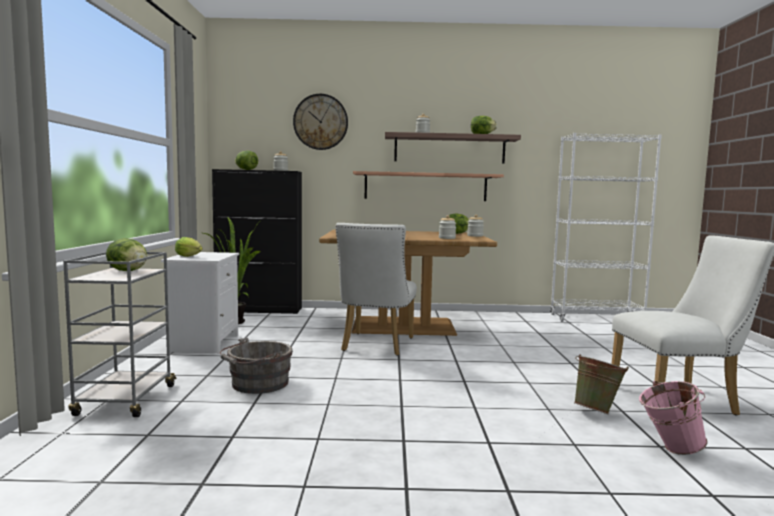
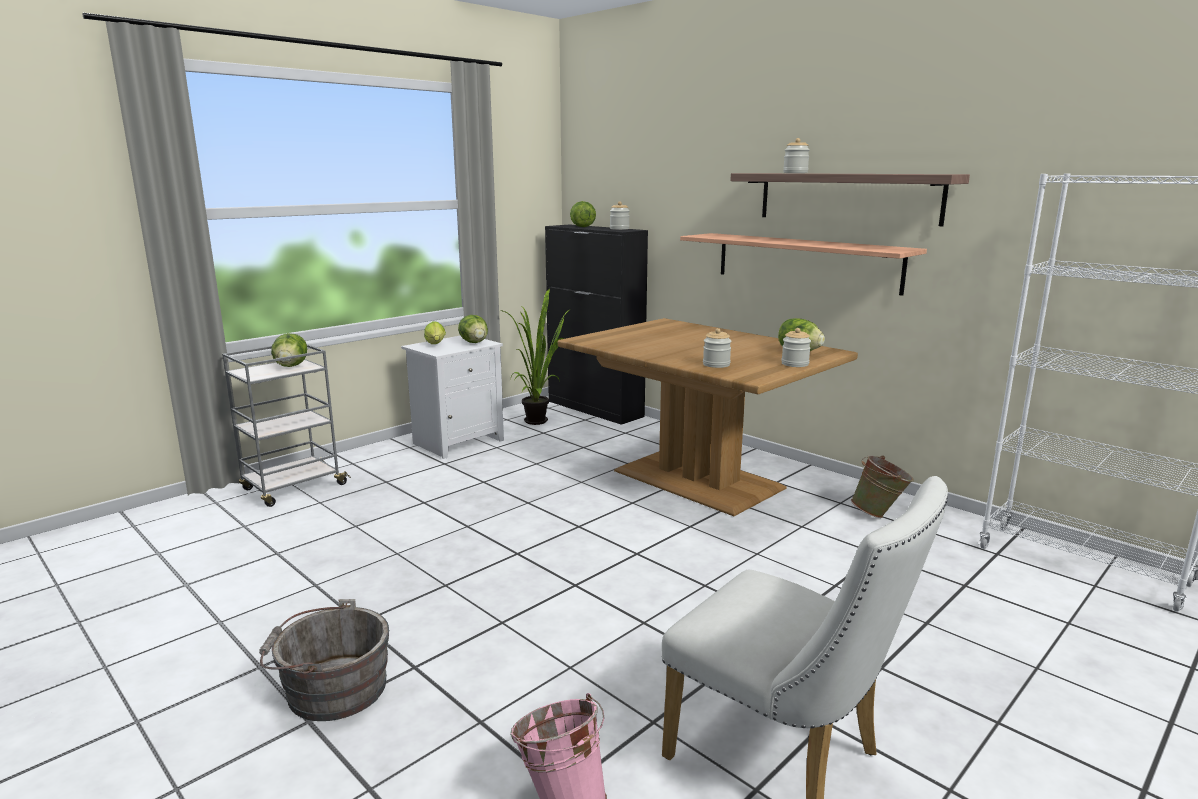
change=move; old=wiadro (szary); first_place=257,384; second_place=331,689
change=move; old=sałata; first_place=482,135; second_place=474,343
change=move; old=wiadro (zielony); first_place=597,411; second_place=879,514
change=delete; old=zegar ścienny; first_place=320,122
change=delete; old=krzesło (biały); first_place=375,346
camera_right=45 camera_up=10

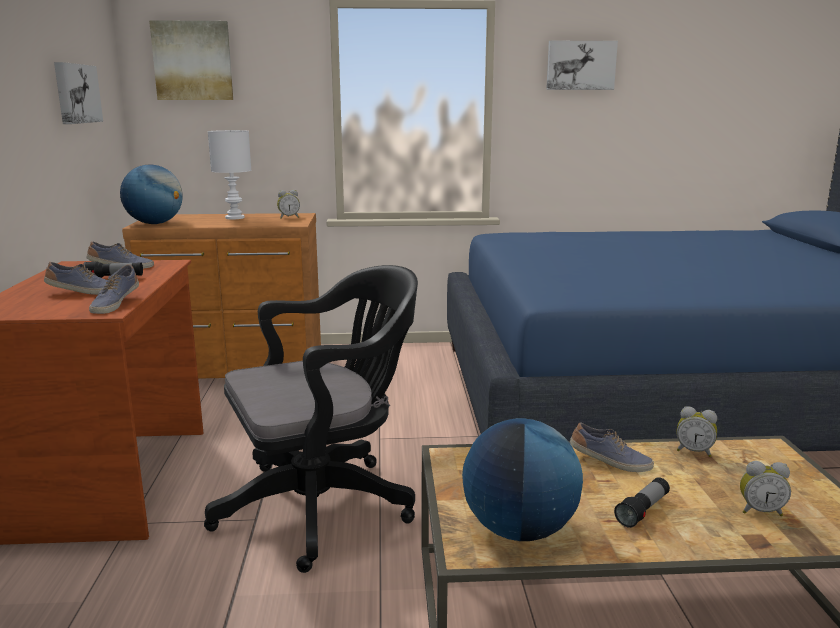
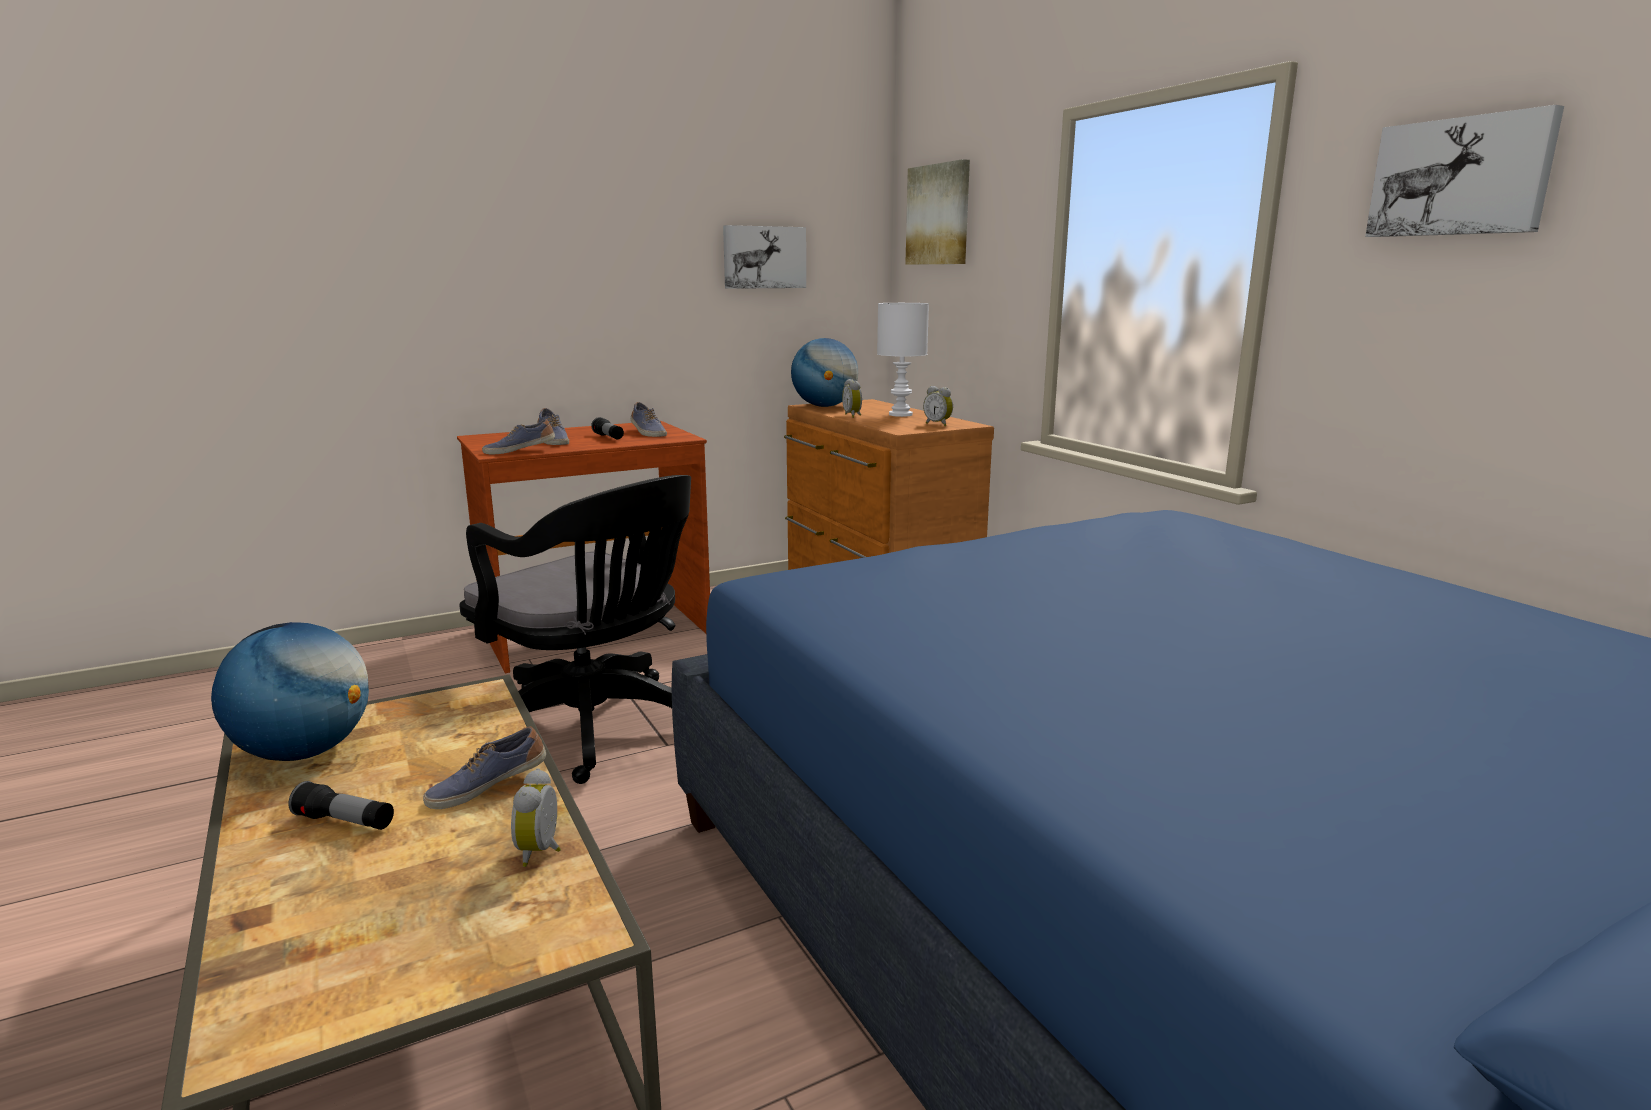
change=rotate; old=but; first_place=610,462; second_place=487,786; degrees=60
change=move; old=budzik; first_place=760,511; second_place=853,416
camera_right=65 camera_up=0

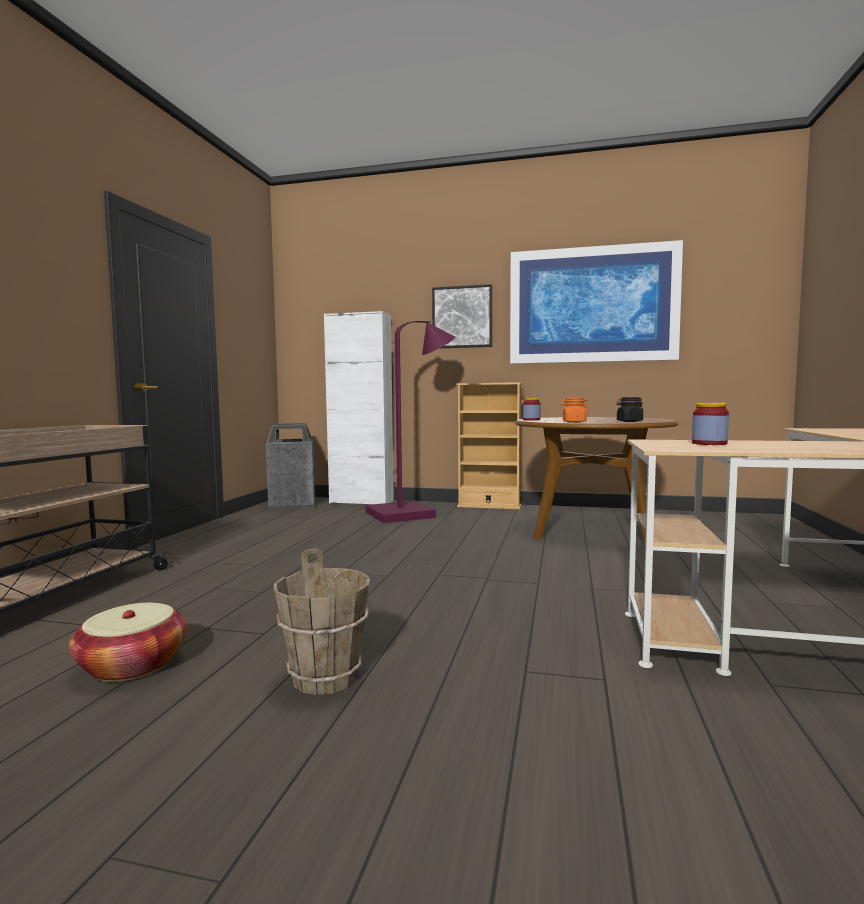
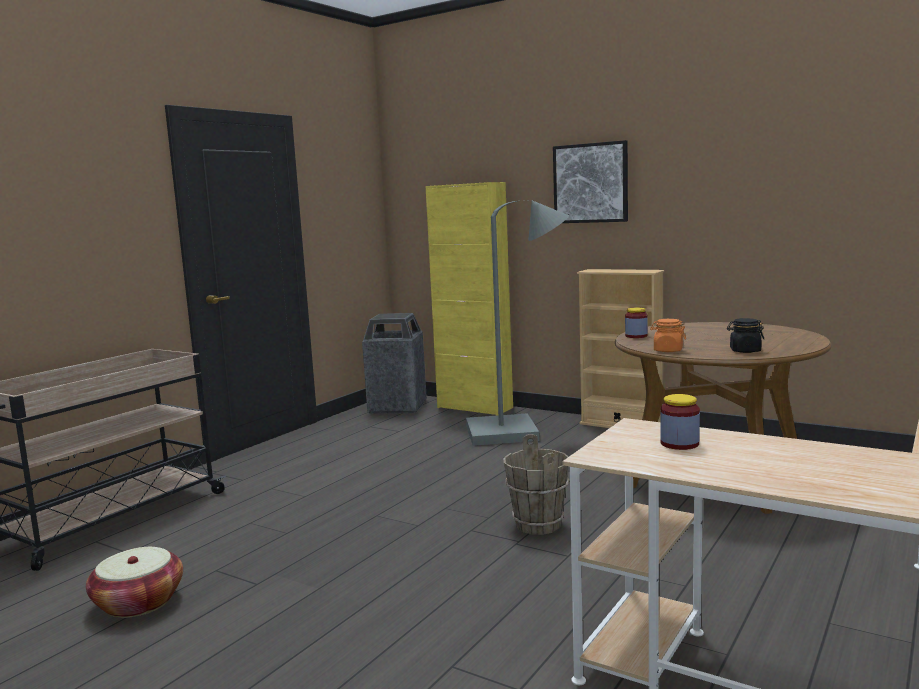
change=recolor; old=szafka (biały); new=szafka (żółty); first_place=361,502; second_place=474,408
change=recolor; old=lampa stojąca (fioletowy); new=lampa stojąca (szary); first_place=410,514; second_place=514,432
change=move; old=wiadro (brązowy); first_place=324,678; second_place=537,525
change=delete; old=obraz; first_place=592,305
camera_right=20 camera_up=5

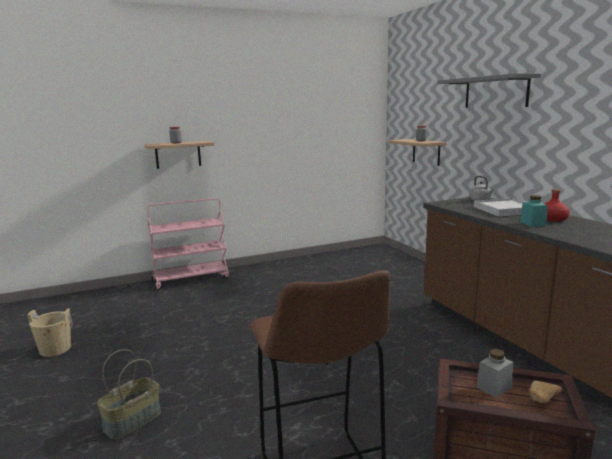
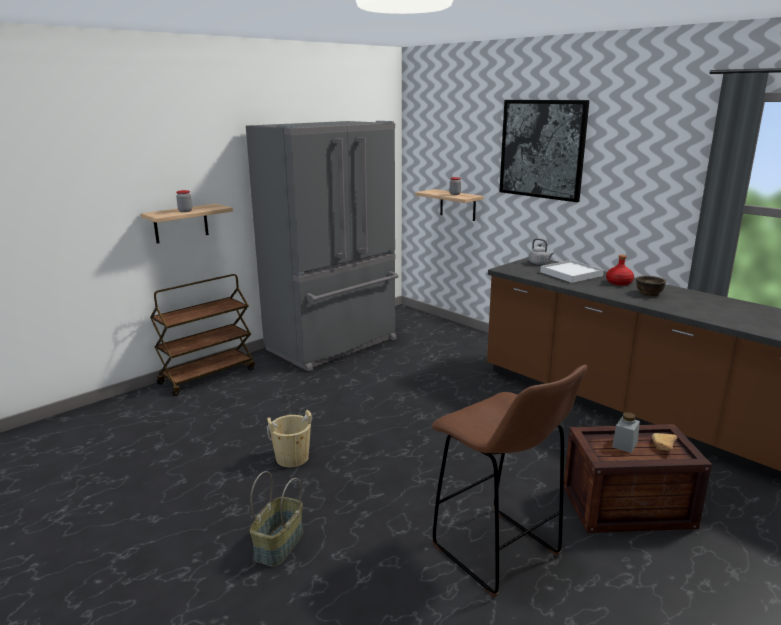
change=recolor; old=wózek (różowy); new=wózek (brązowy); first_place=191,279; second_place=207,376
change=insert; new=lodówka (szary); second_place=334,345
change=move; old=wiadro (beżowy); first_place=55,349; second_place=292,458
change=replace; old=półka (szary); new=obraz; first_place=495,92; second_place=542,149
change=insert; new=miska (brązowy); second_place=649,293
change=delete; old=słoik (turkusowy); first_place=532,224
camera_right=-20 camera_up=5

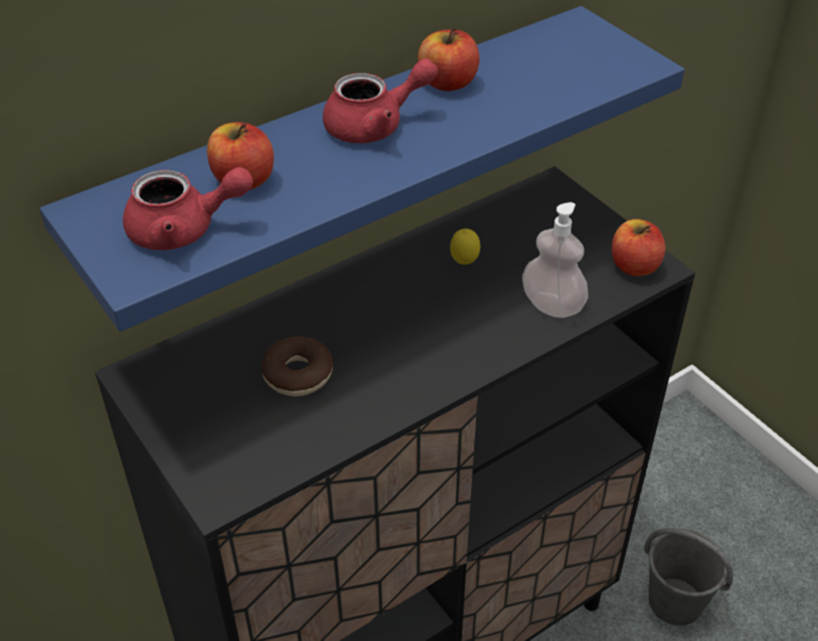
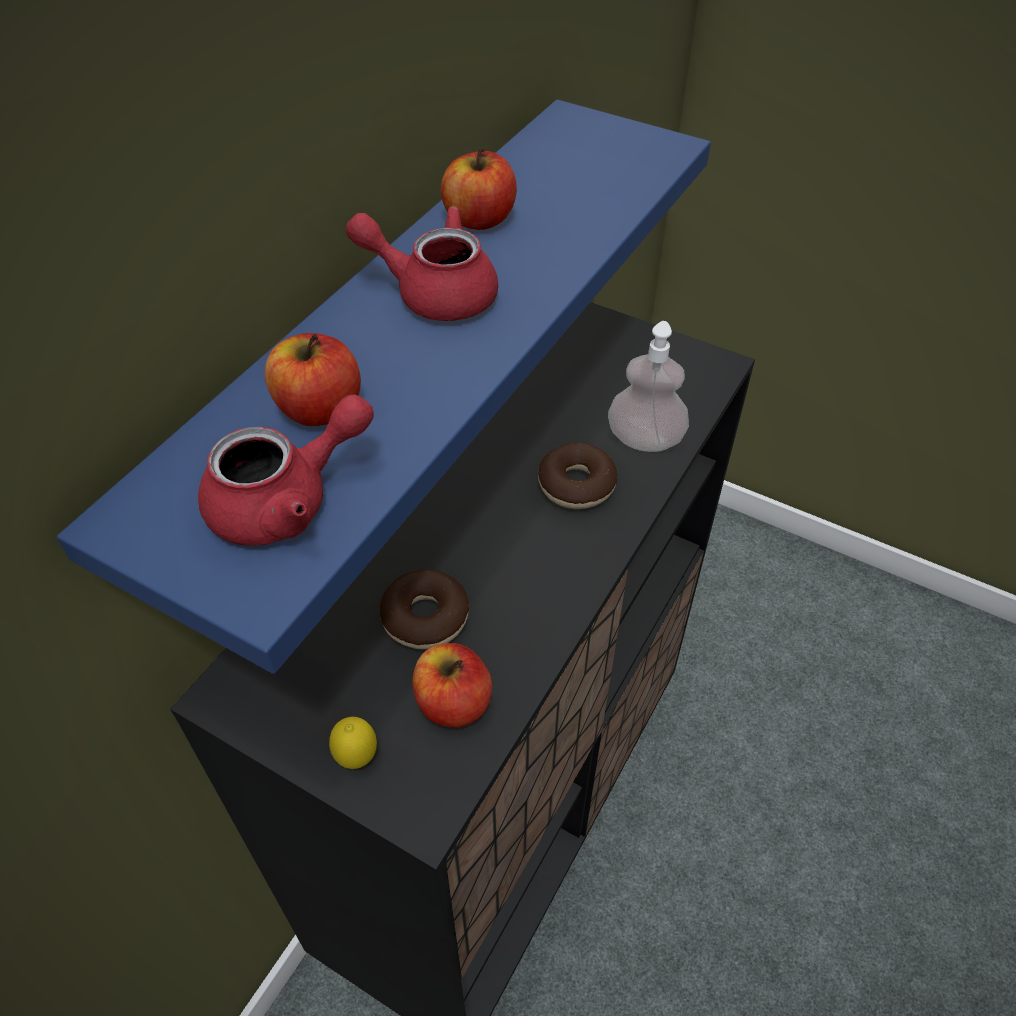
change=move; old=cytryna; first_place=464,263; second_place=357,758
change=rotate; old=imbryk (czerwony); first_place=375,125; second_place=434,292; degrees=-120
change=move; old=jabłko; first_place=634,266; second_place=453,703
change=insert; new=donut; second_place=576,485
change=delete; old=wiadro (szary); first_place=676,602
camera_right=-25 camera_up=5

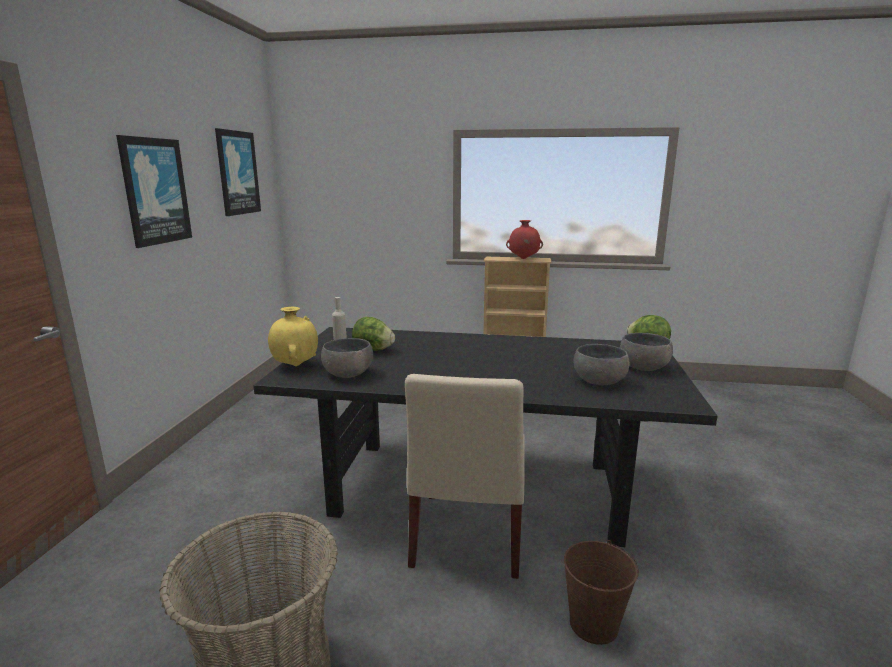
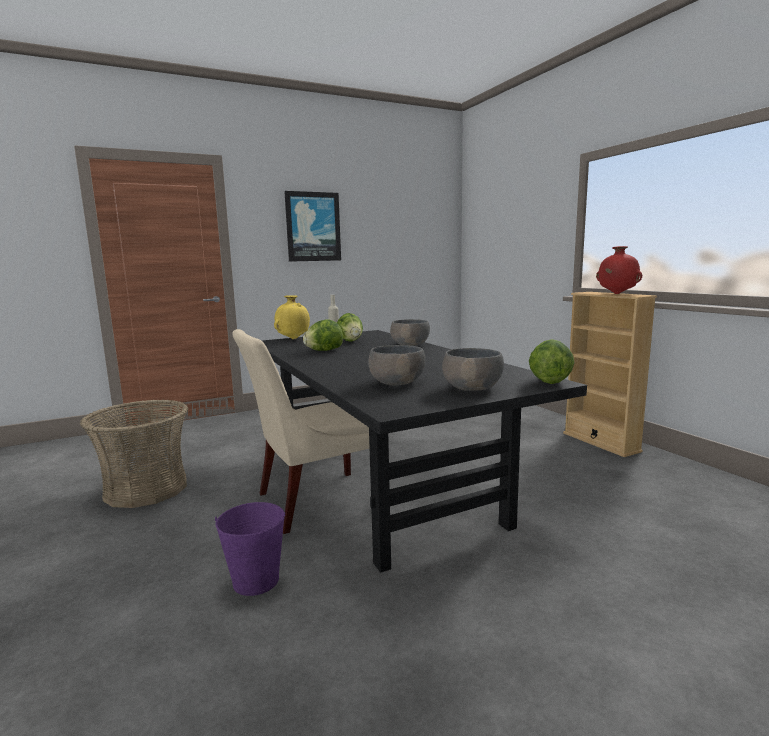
change=recolor; old=wiadro (brązowy); new=wiadro (fioletowy); first_place=593,624; second_place=256,580
change=insert; new=sałata; second_place=324,350
change=move; old=miska (szary); first_place=348,374; second_place=410,345
change=delete; old=obraz; first_place=237,173
camera_right=55 camera_up=-5

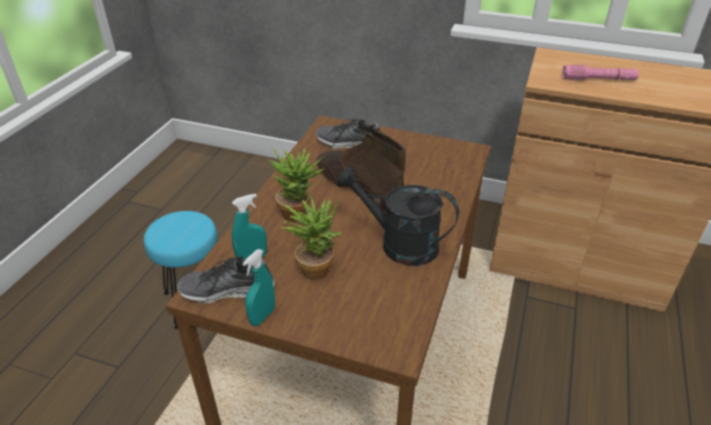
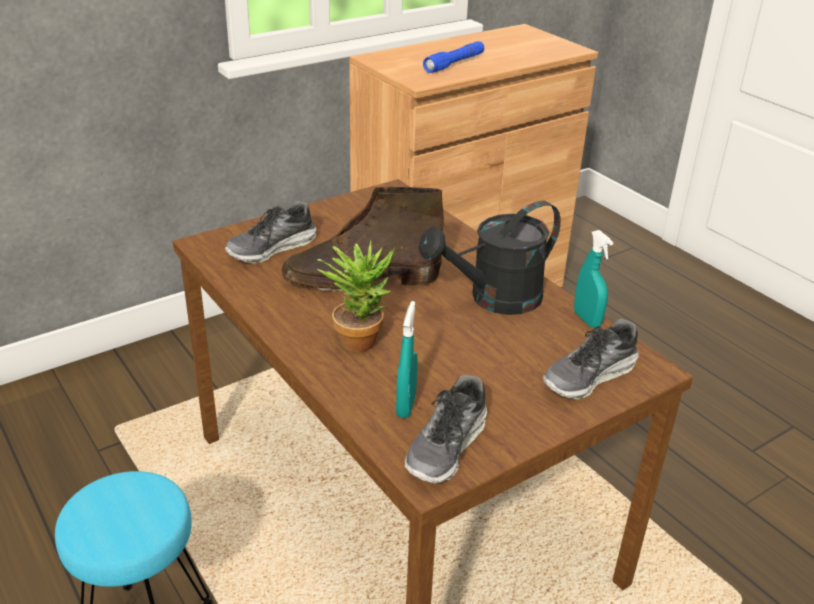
change=recolor; old=latarka (różowy); new=latarka (niebieski); first_place=598,79; second_place=454,64
change=insert; new=but; second_place=589,376
change=move; old=spryskiwacz (turkusowy); first_place=262,316; second_place=587,319
change=delete; old=roślina doniczkowa; first_place=315,266
camera_right=-55 camera_up=-5

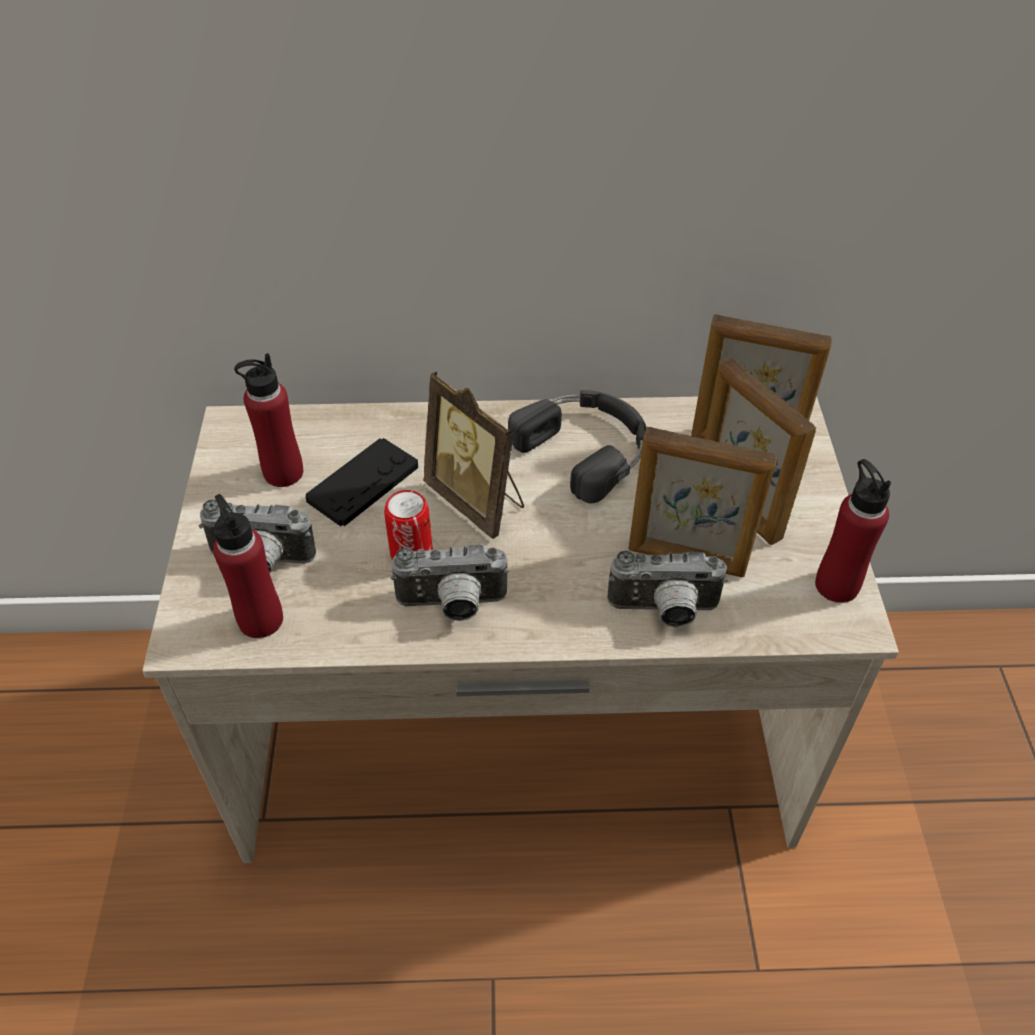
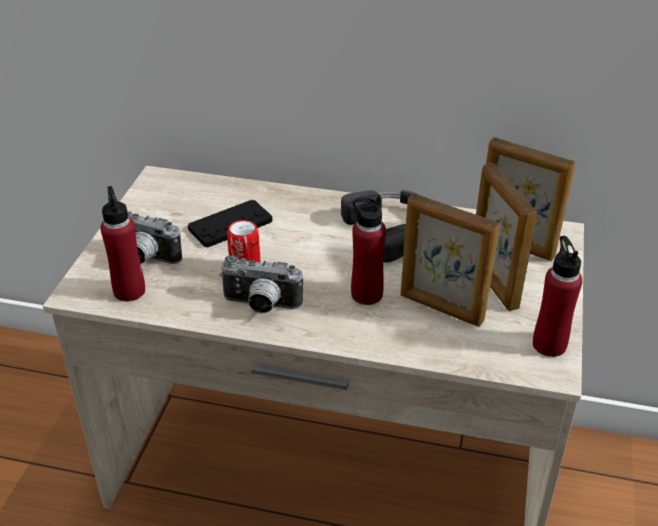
change=move; old=butelka (czerwony); first_place=283,472; second_place=366,294
change=delete; old=ramka na zdjęcie; first_place=477,500
change=delete; old=aparat fotograficzny; first_place=664,611
camera_right=15 camera_up=-10

